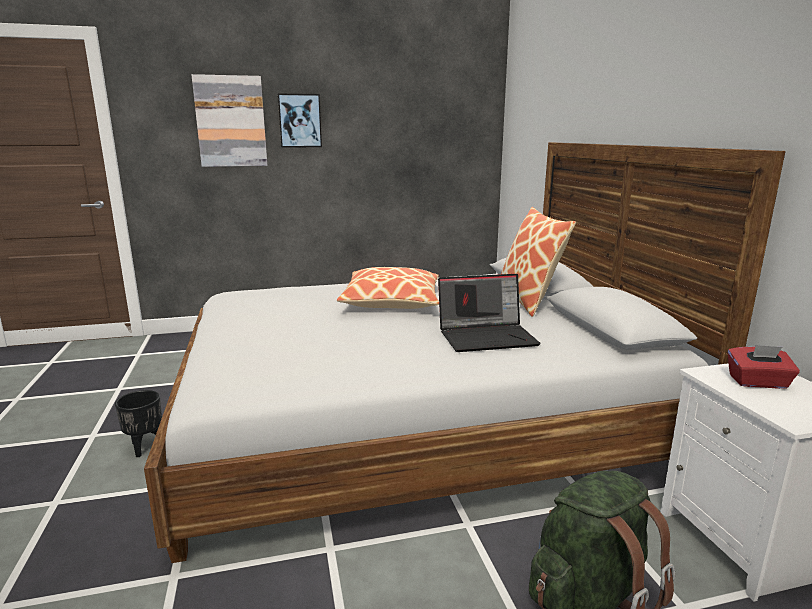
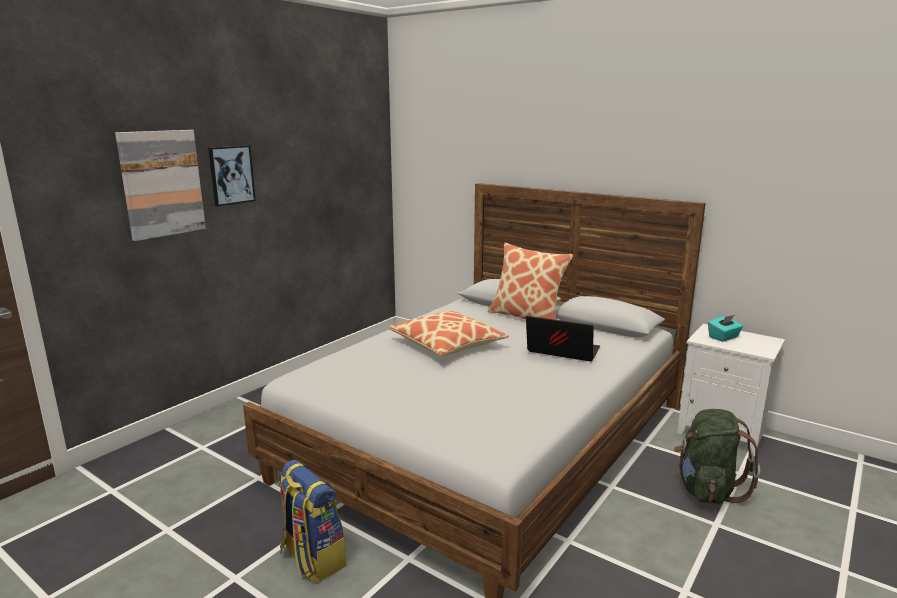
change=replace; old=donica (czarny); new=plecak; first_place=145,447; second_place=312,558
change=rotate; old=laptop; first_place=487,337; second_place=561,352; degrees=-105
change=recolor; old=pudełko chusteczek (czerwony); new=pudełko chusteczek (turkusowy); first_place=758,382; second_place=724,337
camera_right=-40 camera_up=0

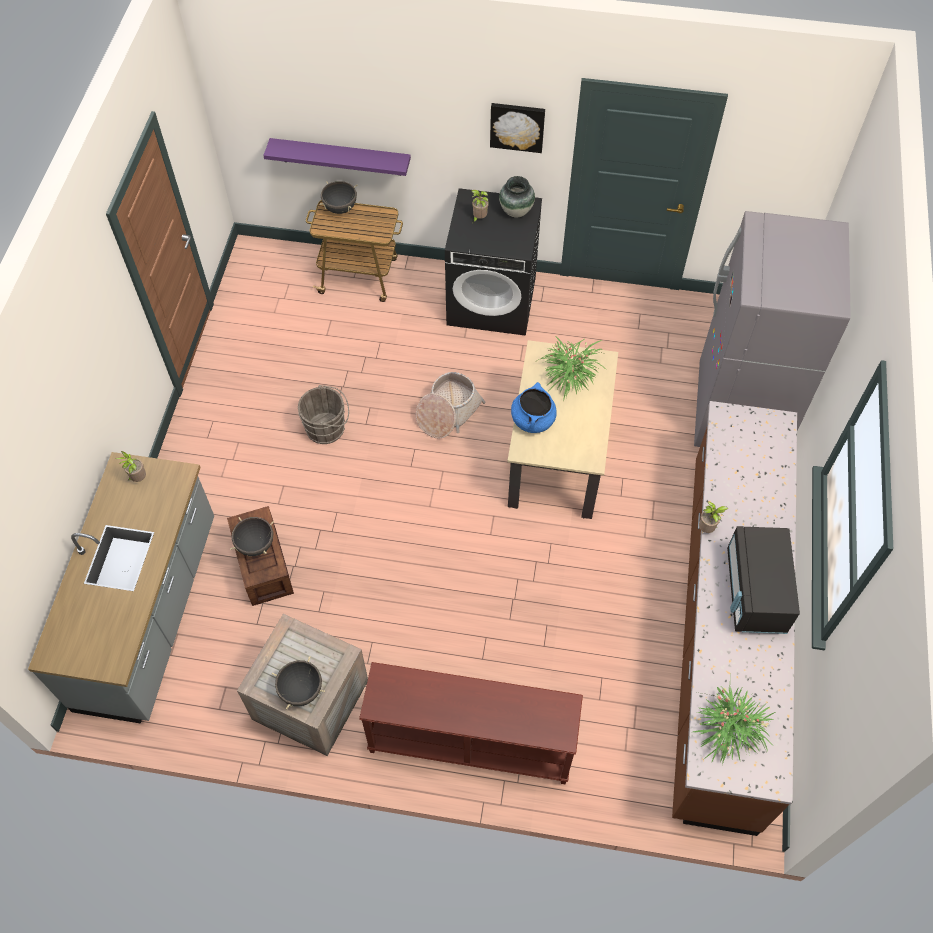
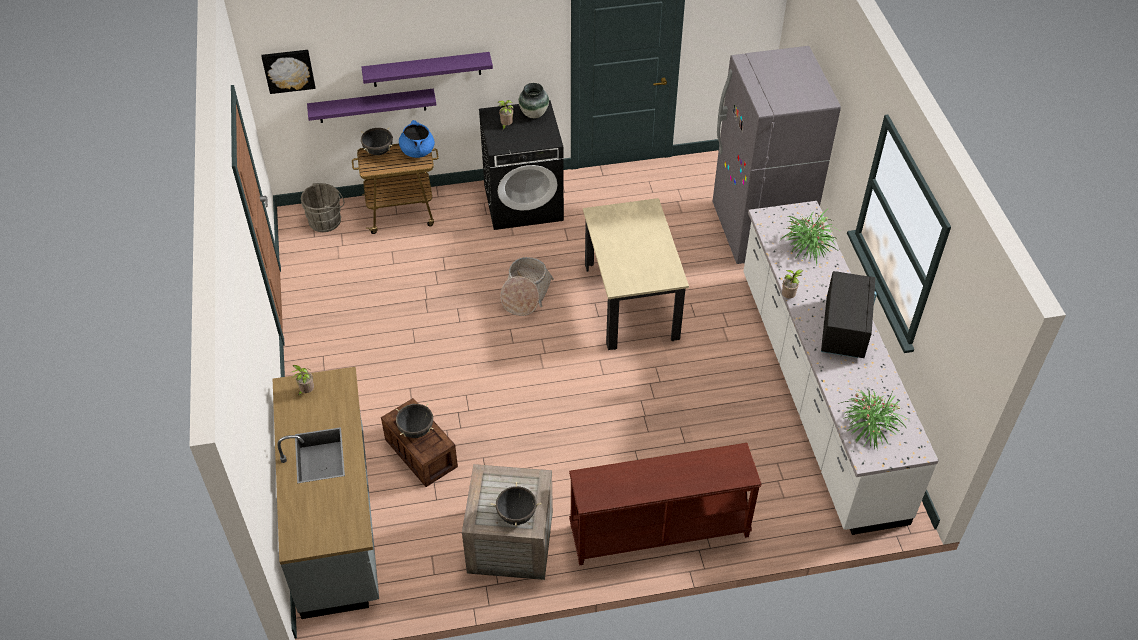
change=move; old=obraz; first_place=517,126; second_place=288,70
change=move; old=wiadro (szary); first_place=328,428; second_place=327,220
change=insert; new=półka (fioletowy); second_place=426,69
change=move; old=garnek (niebieski); first_place=532,419; second_place=417,151
change=recolor; old=zabudowa kuchenna (brązowy); new=zabudowa kuchenna (biały); first_place=720,634; second_place=817,392
change=move; old=roślina doniczkowa; first_place=569,375; second_place=808,246
change=rotate; old=mikrofalówka (czarny); first_place=755,592; second_place=844,329; degrees=-150
camera_right=-20 camera_up=-10

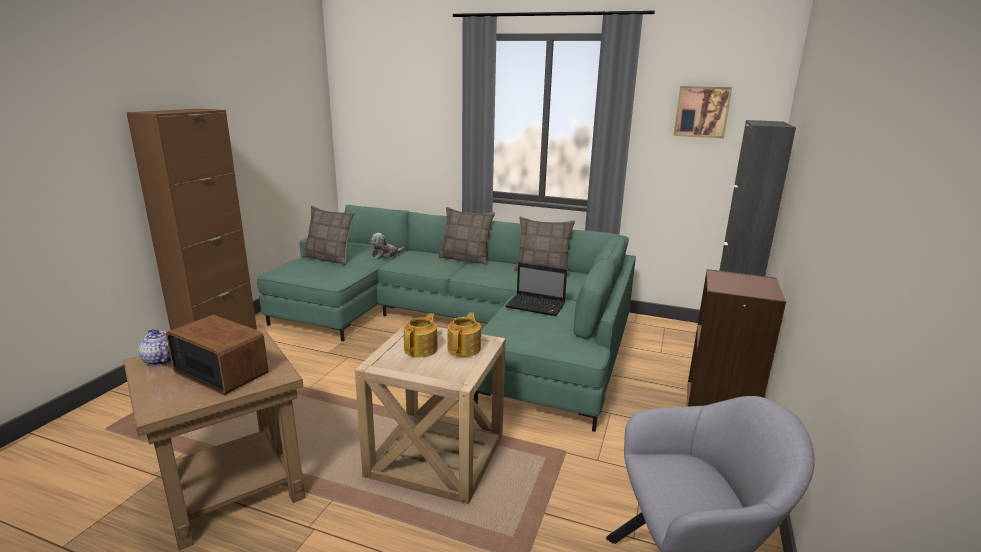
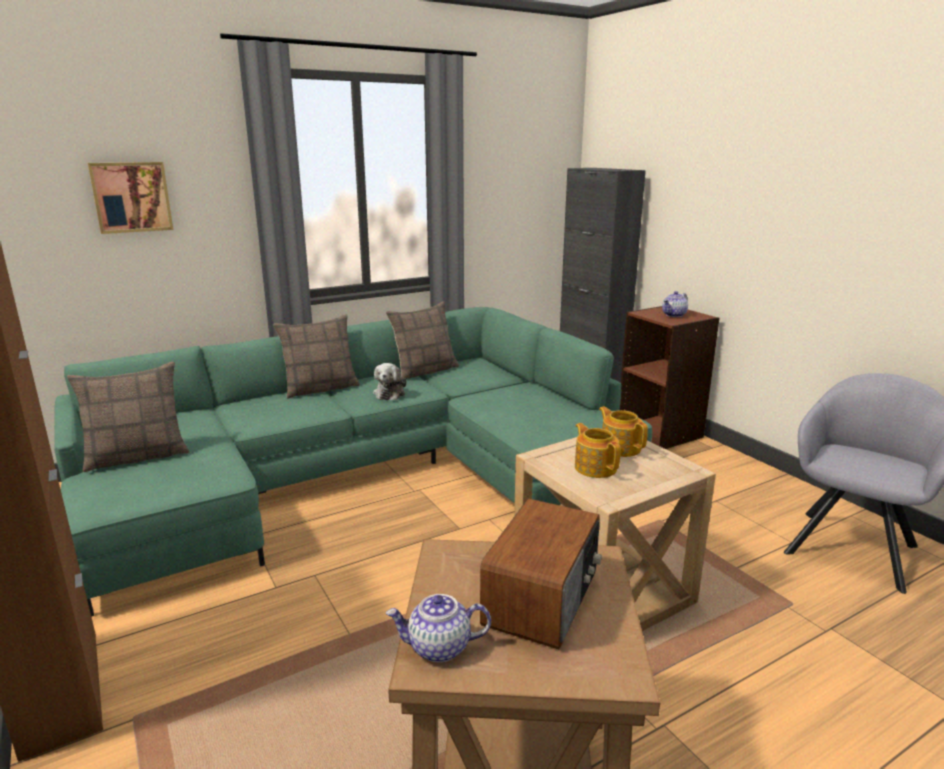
change=move; old=obraz; first_place=702,112; second_place=131,197
change=move; old=pluszak; first_place=385,255; second_place=390,393
change=rotate; old=radio; first_place=222,372; second_place=543,598; degrees=135
change=insert; new=imbryk; second_place=674,315
change=delete; old=laptop; first_place=536,306
camera_right=-50 camera_up=0

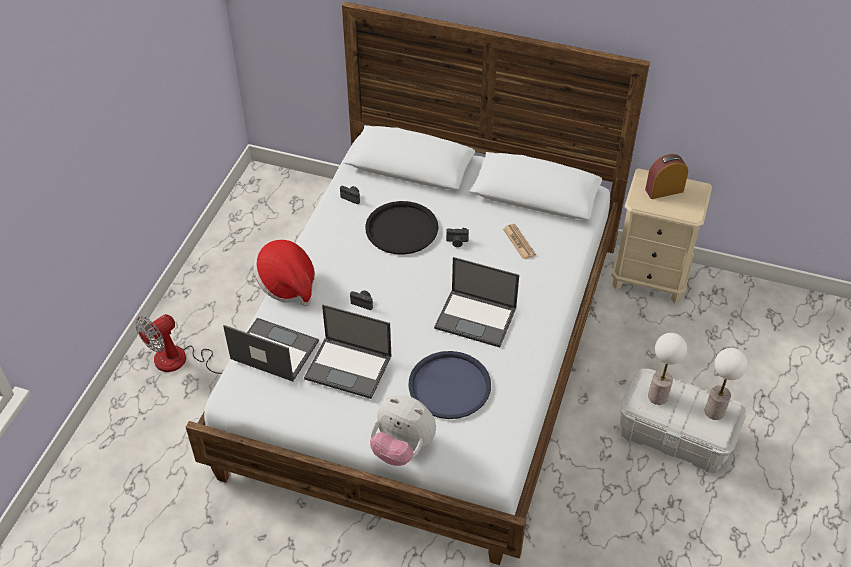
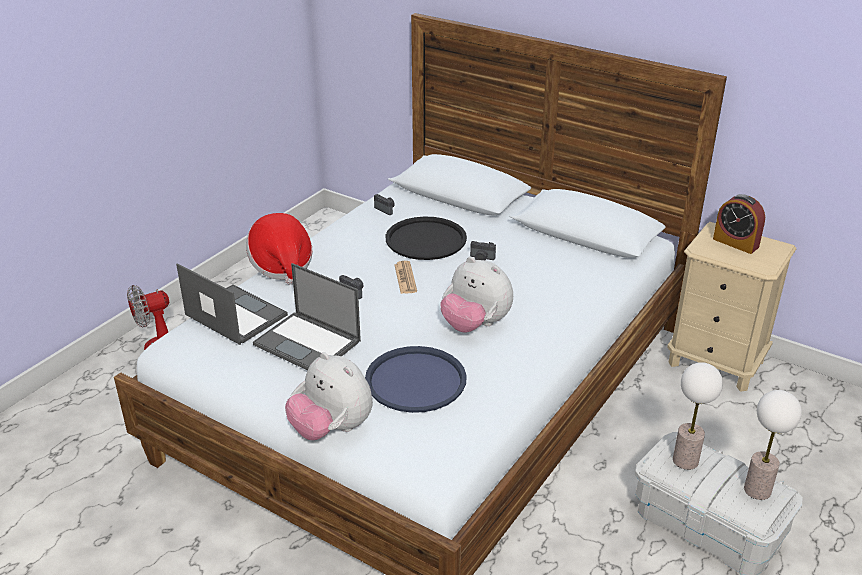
change=move; old=gazeta; first_place=519,242; second_place=405,278
change=replace; old=laptop; new=pluszak; first_place=476,318; second_place=475,325
change=rotate; old=budzik; first_place=664,190; second_place=735,243; degrees=-135
camera_right=15 camera_up=-15

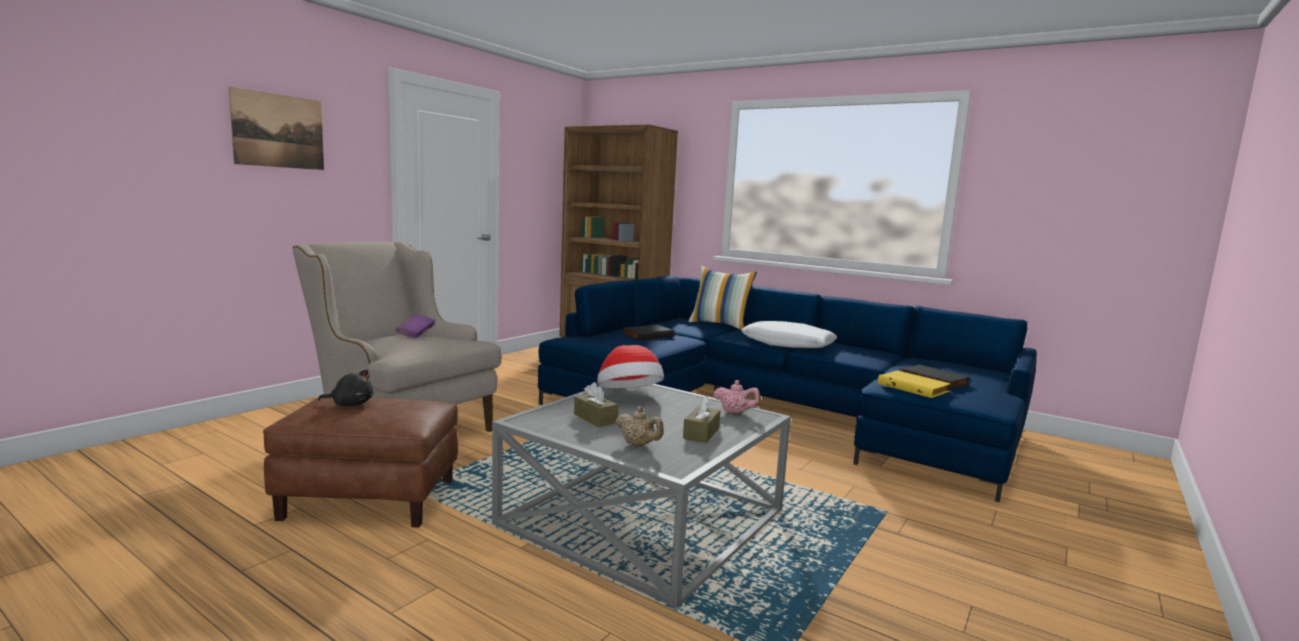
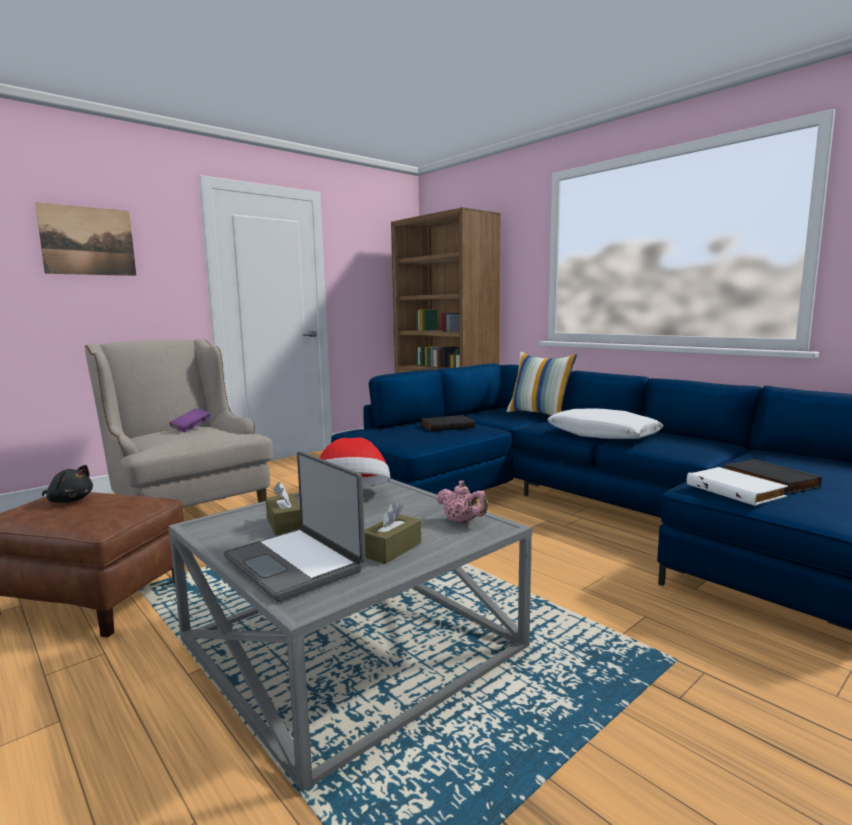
change=replace; old=imbryk (beżowy); new=laptop; first_place=638,445; second_place=296,563
change=recolor; old=książka (żółty); new=książka (biały); first_place=914,387; second_place=736,490
camera_right=15 camera_up=0

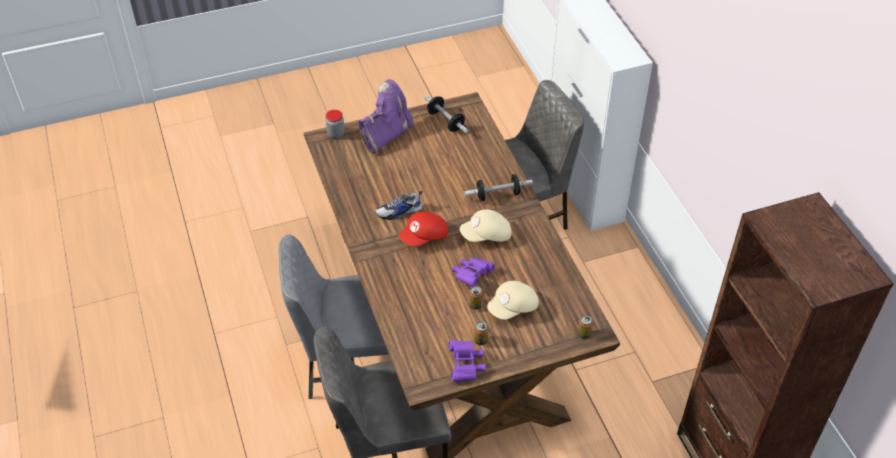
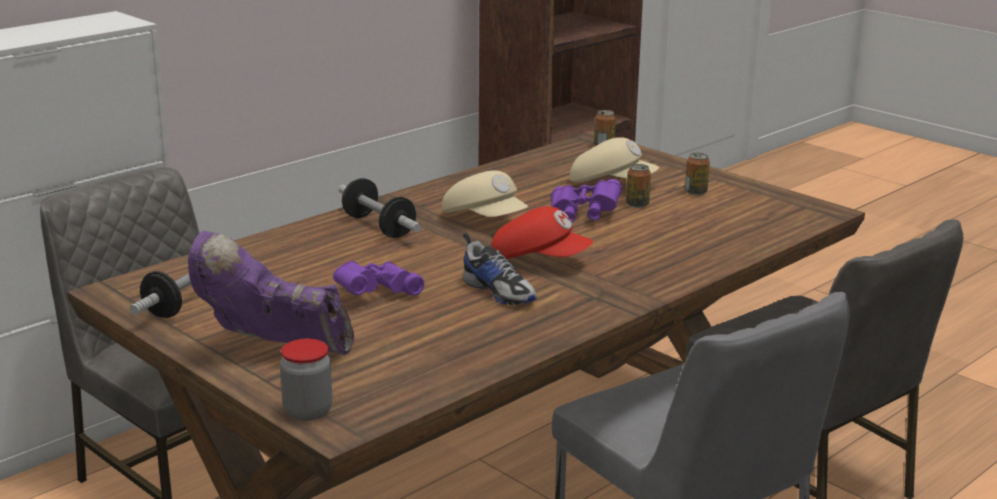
change=move; old=lornetka (fioletowy); first_place=466,366; second_place=375,294
camera_right=-115 camera_up=-25

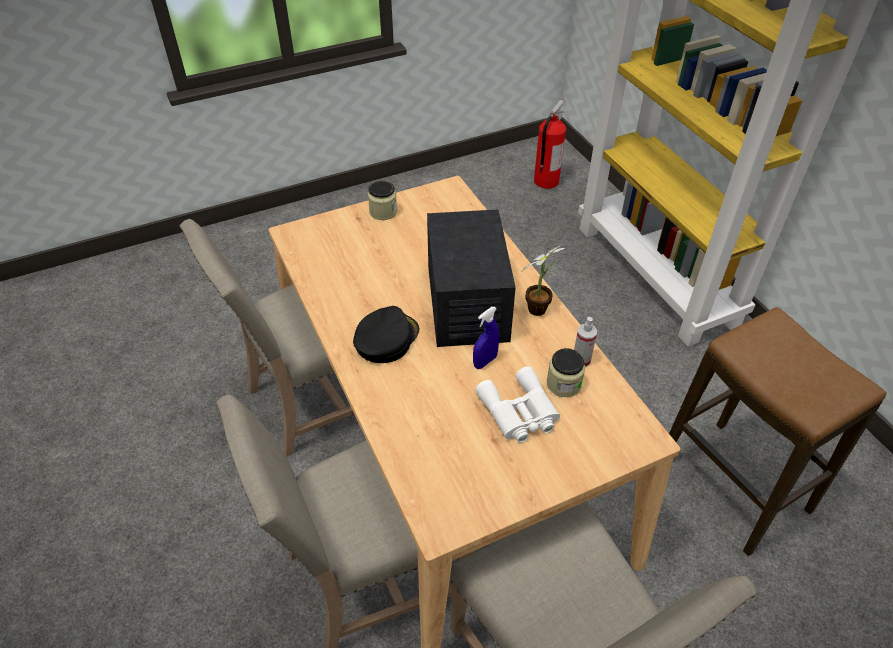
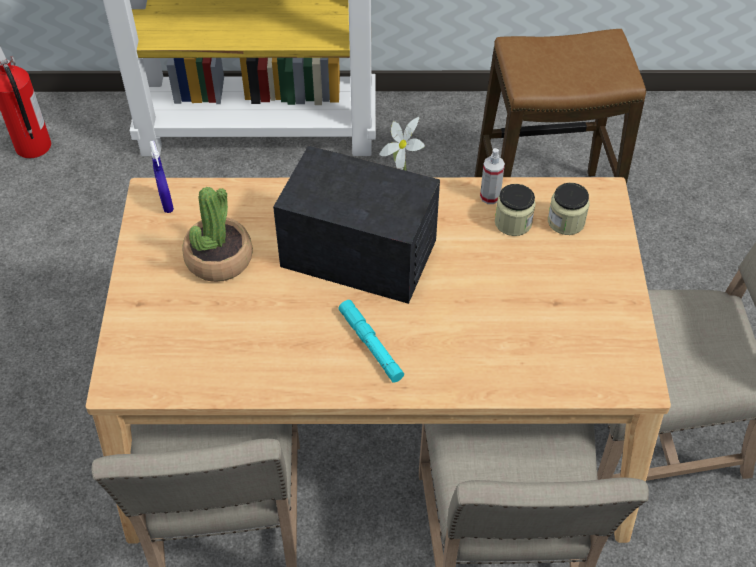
change=move; old=spryskiwacz (niebieski); first_place=485,361; second_place=166,203
change=insert; new=roślina doniczkowa; second_place=219,258
change=replace; old=czapka z daszkiem (czarny); new=latarka (turkusowy); first_place=386,339; second_place=370,345
change=move; old=słoik; first_place=383,212; second_place=566,221
change=delete; old=lornetka (biały); first_place=519,412
camera_right=-65 camera_up=5

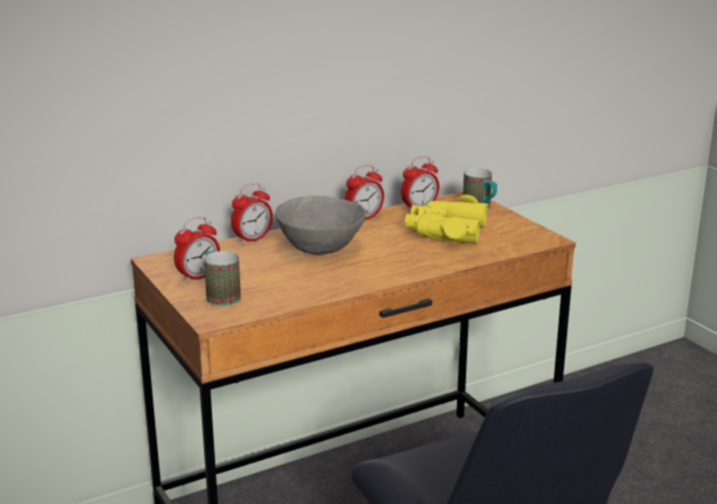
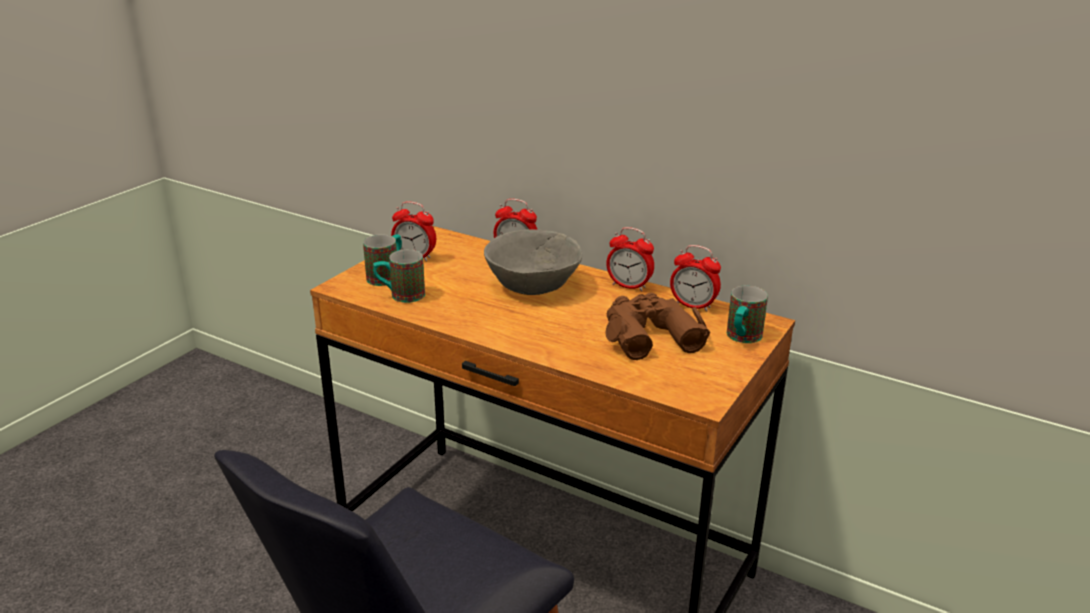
change=insert; new=kubek; second_place=400,296
change=recolor; old=lornetka (żółty); new=lornetka (brązowy); first_place=445,231; second_place=649,334
camera_right=60 camera_up=5

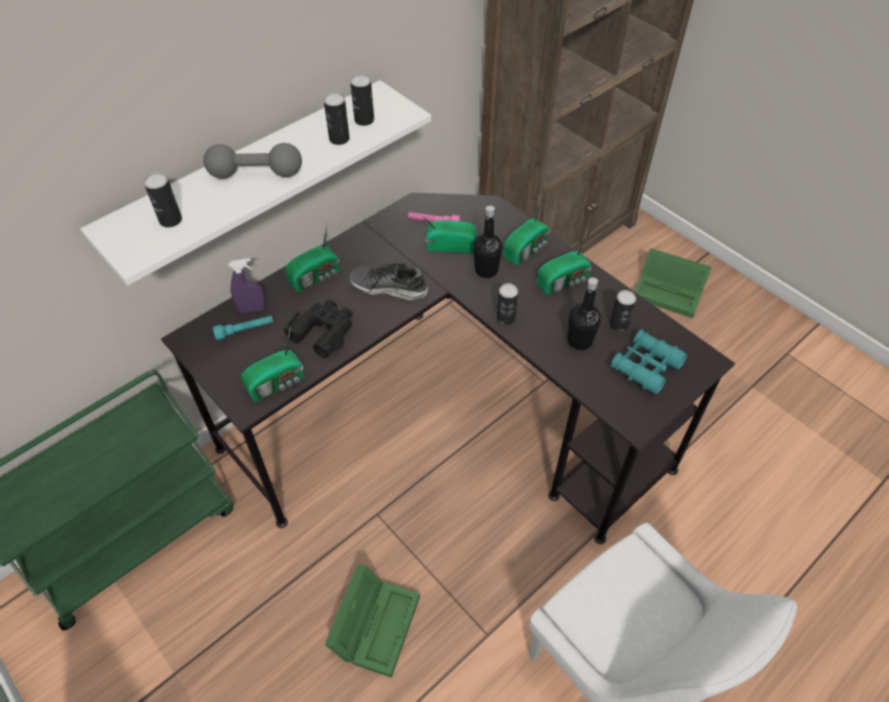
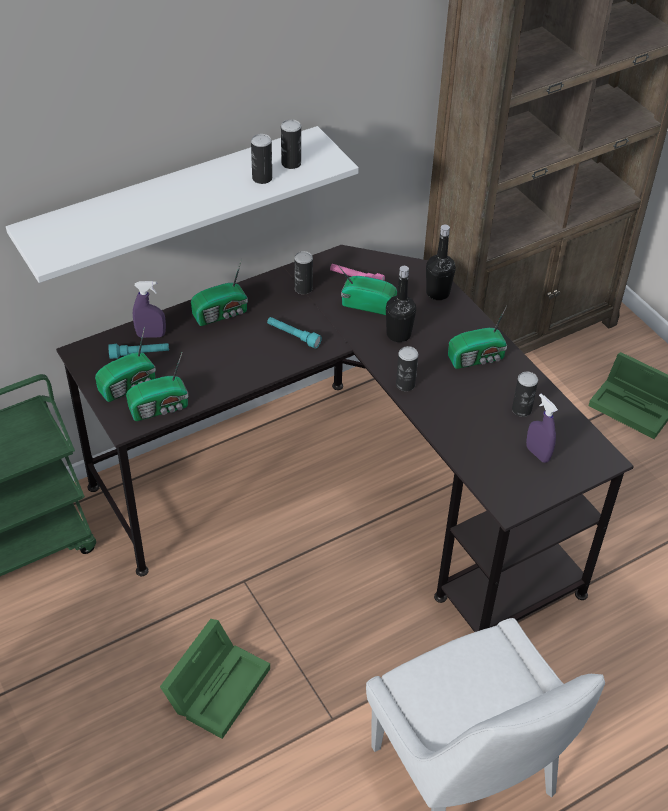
change=move; old=radio; first_place=527,249; second_place=129,386
change=replace; old=but; new=latarka (turkusowy); first_place=389,288; second_place=293,336
change=move; old=puszka; first_place=170,220; second_place=303,288
change=move; old=butelka (czarny); first_place=579,341; second_place=437,293
change=replace; old=lornetka (turkusowy); new=spryskiwacz (fioletowy); first_place=646,366; second_place=537,453
change=delete; old=hantel (szary); first_place=256,173
change=delete; old=lornetka (czarny); first_place=324,331
camera_right=10 camera_up=-5

